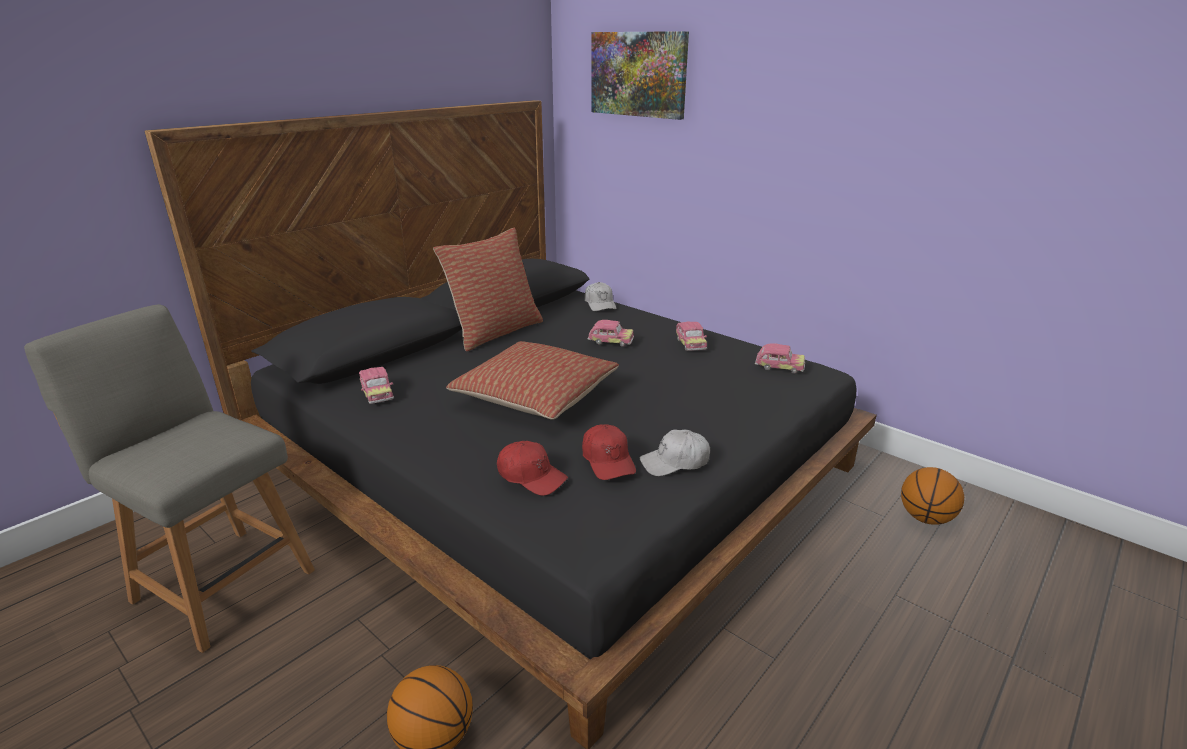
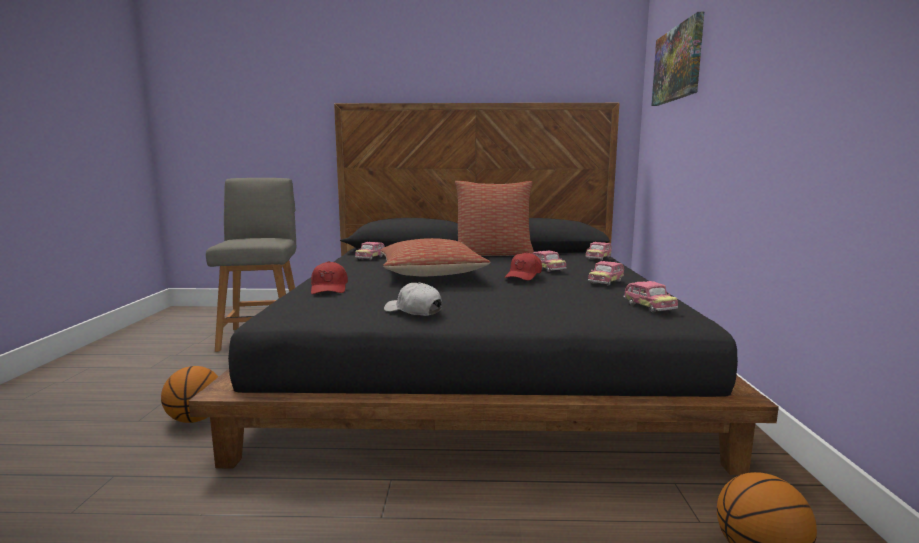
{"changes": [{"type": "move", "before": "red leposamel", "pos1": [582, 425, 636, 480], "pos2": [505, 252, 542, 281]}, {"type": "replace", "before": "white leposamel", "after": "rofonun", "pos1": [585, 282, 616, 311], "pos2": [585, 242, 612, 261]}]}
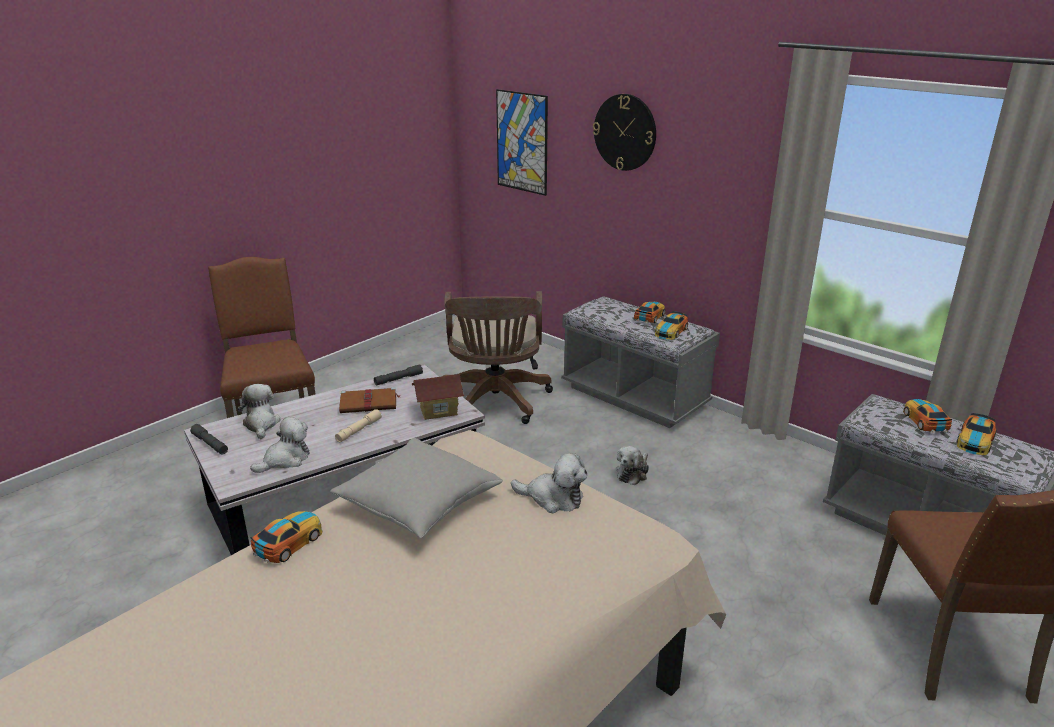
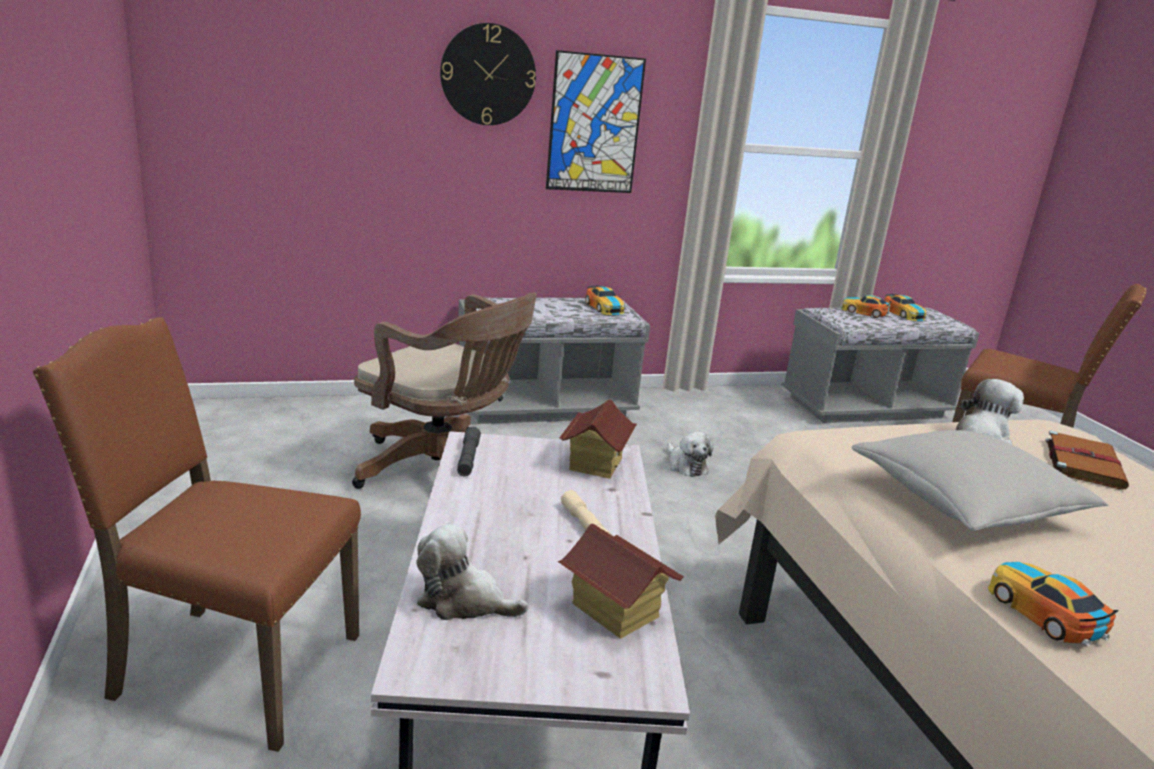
{"changes": [{"type": "move", "before": "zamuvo", "pos1": [496, 89, 548, 196], "pos2": [546, 50, 646, 193]}, {"type": "replace", "before": "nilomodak", "after": "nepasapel", "pos1": [250, 417, 309, 473], "pos2": [557, 524, 684, 639]}, {"type": "move", "before": "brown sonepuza", "pos1": [339, 387, 401, 413], "pos2": [1046, 431, 1129, 489]}, {"type": "delete", "before": "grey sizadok", "pos1": [190, 424, 228, 454]}, {"type": "delete", "before": "rofonun", "pos1": [634, 302, 666, 323]}]}
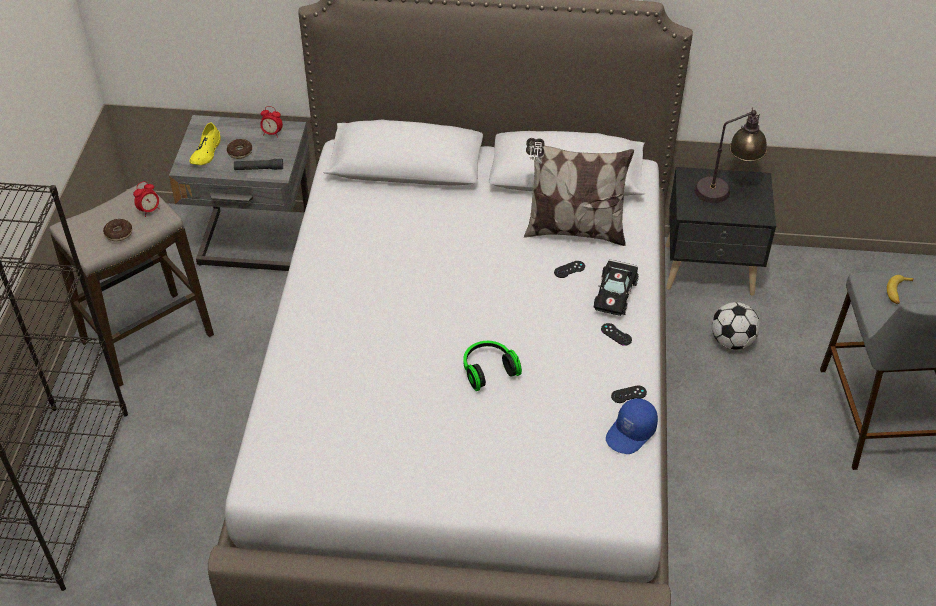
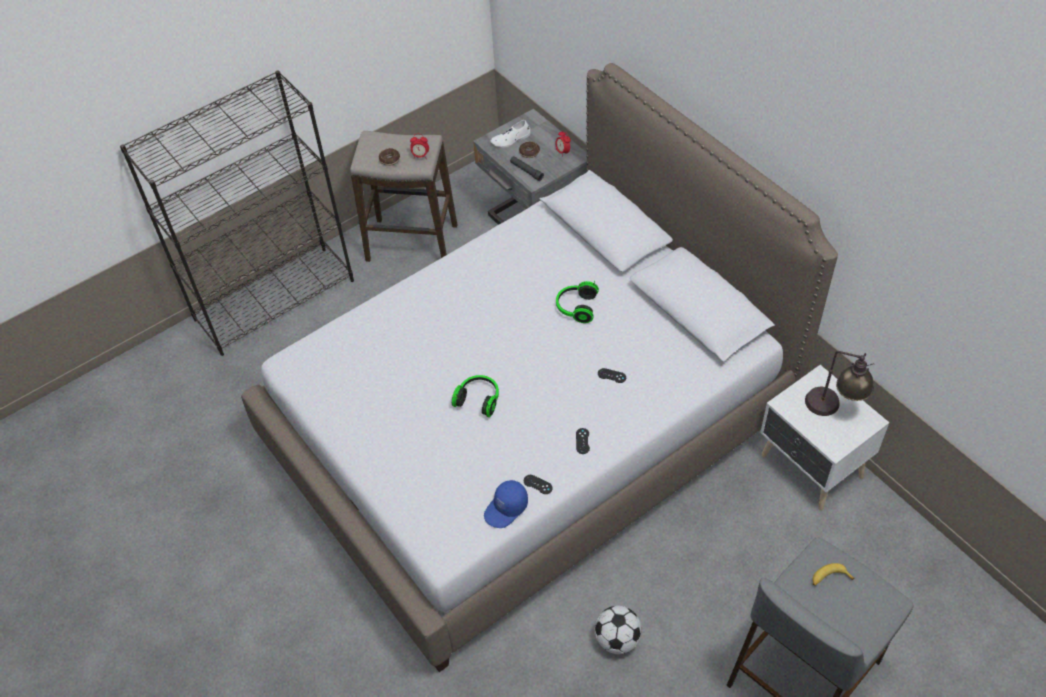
{"changes": [{"type": "rotate", "before": "blue leposamel", "pos1": [606, 398, 658, 454], "pos2": [484, 480, 528, 528], "turn": -45}, {"type": "recolor", "before": "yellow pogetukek", "after": "white pogetukek", "pos1": [190, 122, 221, 165], "pos2": [490, 120, 531, 148]}, {"type": "insert", "after": "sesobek", "pos2": [556, 280, 599, 323]}, {"type": "move", "before": "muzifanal", "pos1": [712, 302, 760, 350], "pos2": [594, 606, 642, 654]}, {"type": "recolor", "before": "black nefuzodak", "after": "white nefuzodak", "pos1": [666, 167, 776, 296], "pos2": [760, 365, 889, 510]}, {"type": "delete", "before": "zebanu", "pos1": [524, 138, 634, 246]}, {"type": "delete", "before": "black rofonun", "pos1": [594, 260, 639, 316]}]}
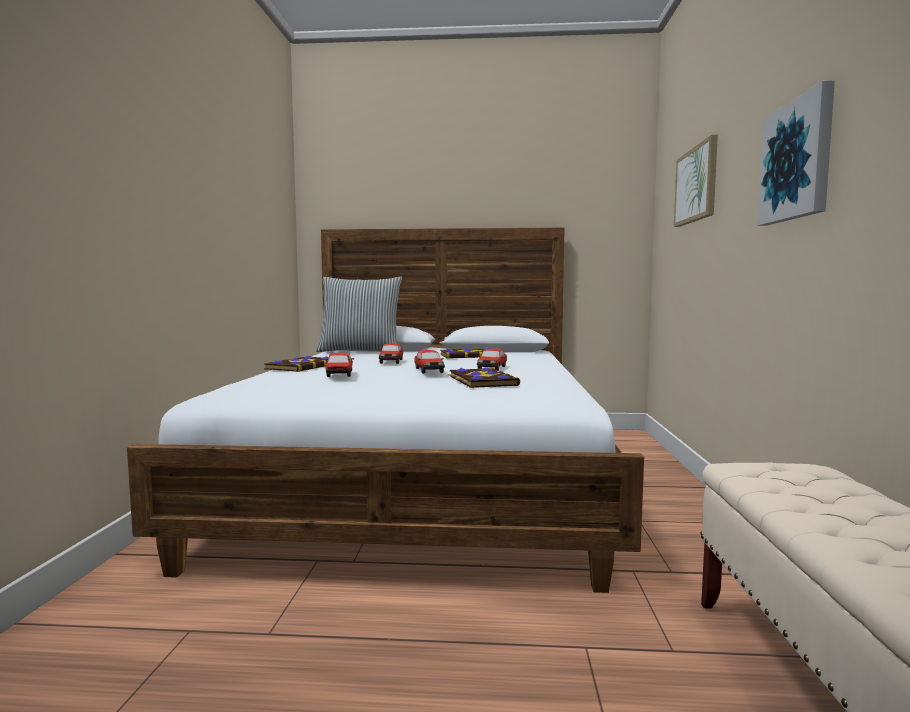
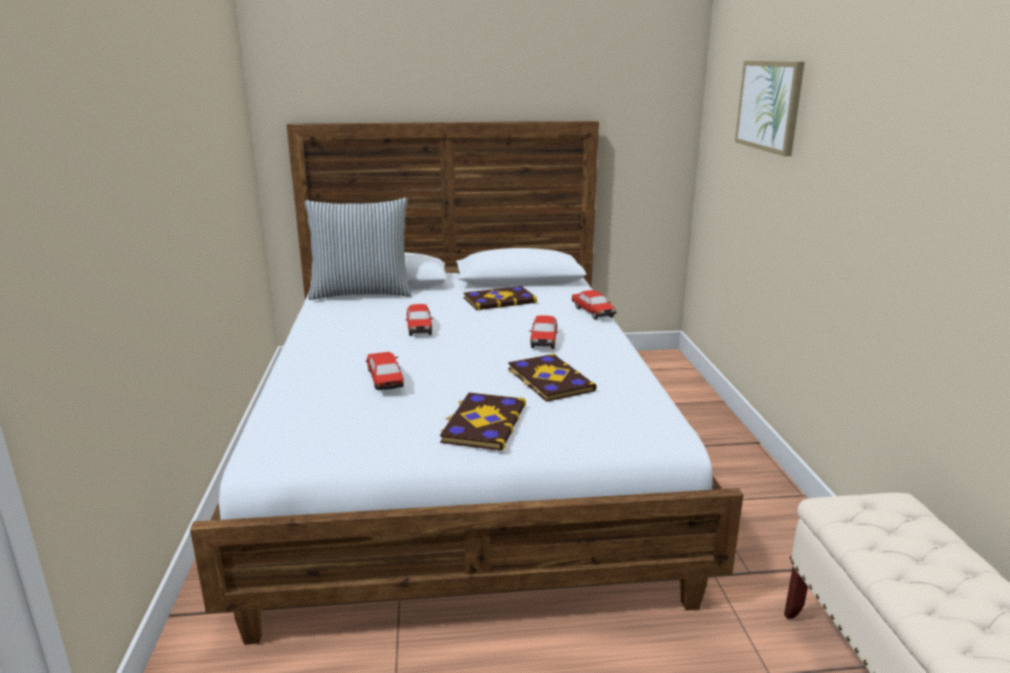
{"changes": [{"type": "move", "before": "sonepuza", "pos1": [264, 355, 329, 372], "pos2": [440, 392, 526, 451]}, {"type": "move", "before": "rofonun", "pos1": [414, 350, 445, 374], "pos2": [572, 290, 616, 320]}, {"type": "delete", "before": "zamuvo", "pos1": [757, 81, 835, 226]}]}
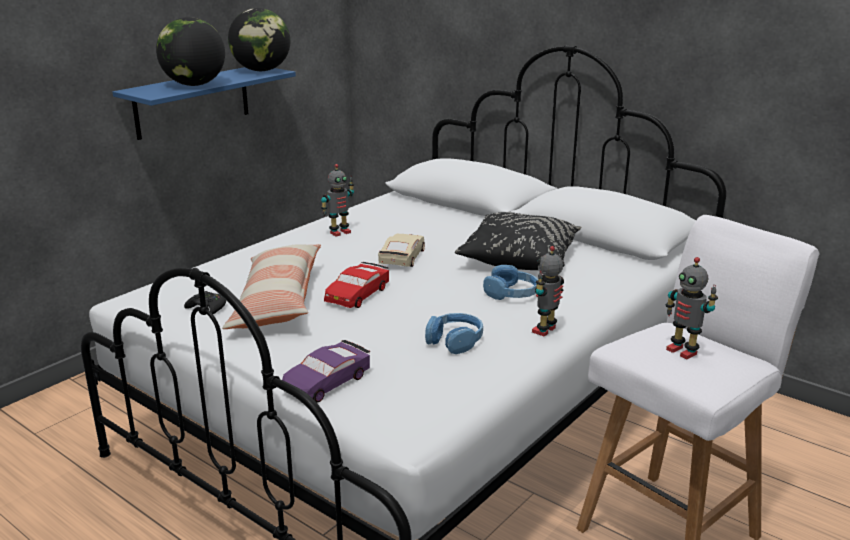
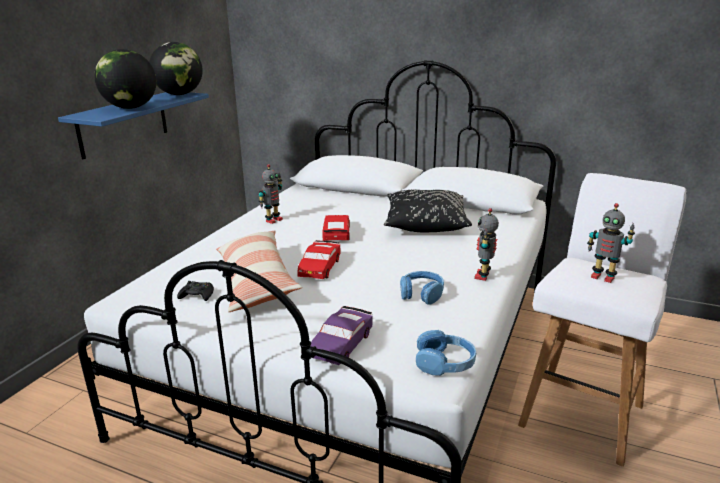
{"changes": [{"type": "recolor", "before": "beige rofonun", "after": "red rofonun", "pos1": [378, 234, 425, 267], "pos2": [322, 215, 350, 241]}, {"type": "move", "before": "blue sesobek", "pos1": [483, 265, 538, 300], "pos2": [416, 330, 476, 376]}]}
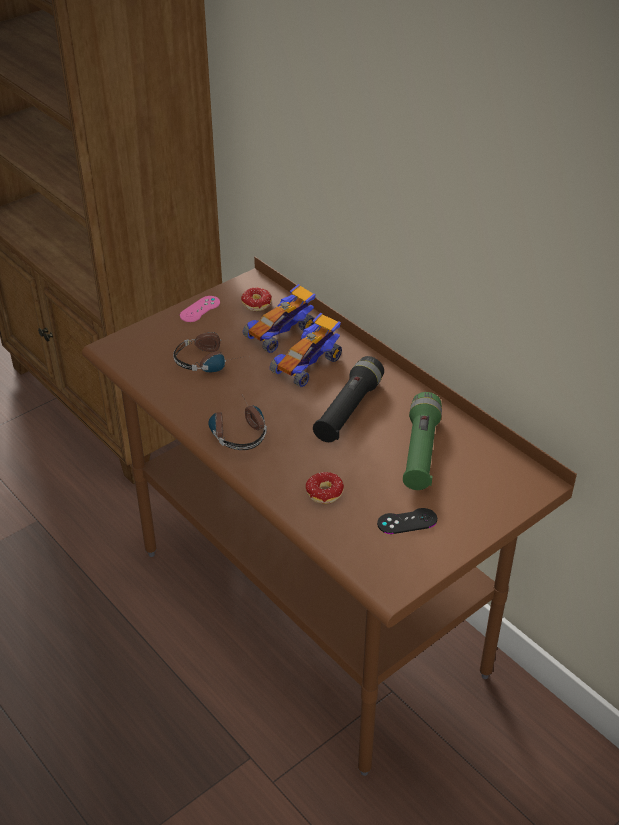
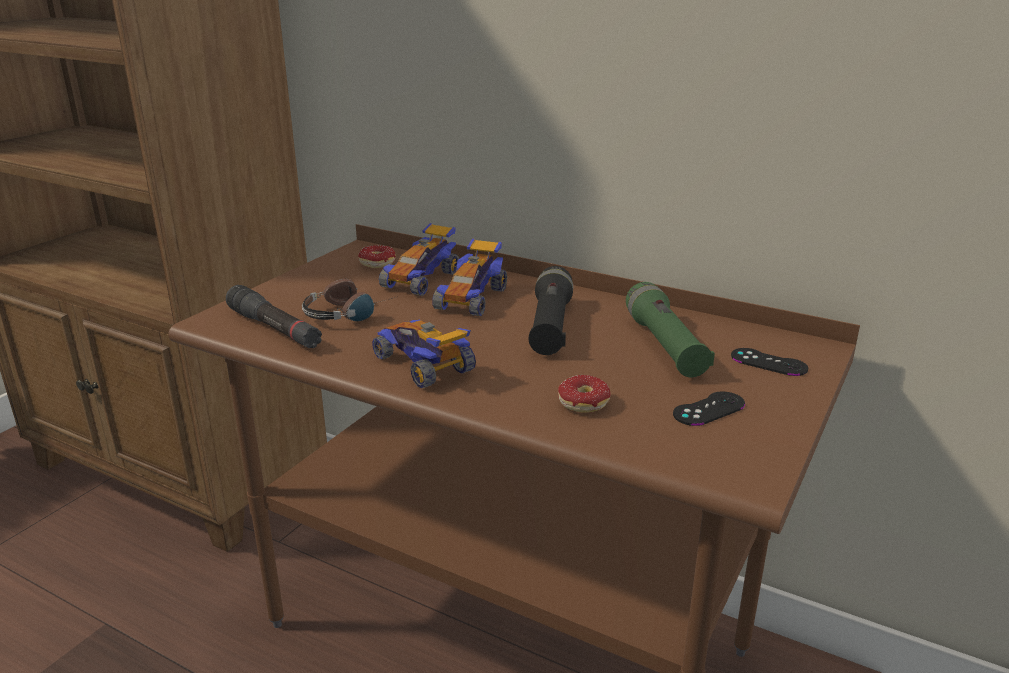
{"changes": [{"type": "insert", "after": "black sizadok", "pos2": [226, 285, 322, 348]}, {"type": "replace", "before": "sesobek", "after": "rofonun", "pos1": [208, 395, 267, 450], "pos2": [372, 320, 476, 388]}, {"type": "insert", "after": "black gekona", "pos2": [731, 348, 808, 376]}, {"type": "delete", "before": "pink gekona", "pos1": [180, 296, 220, 322]}]}
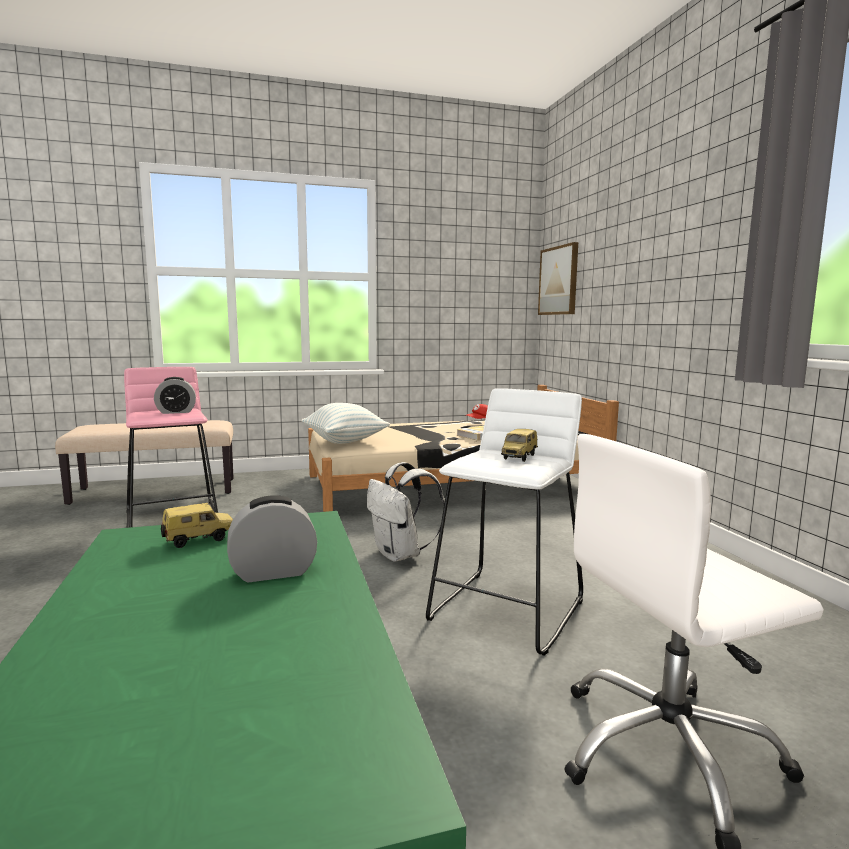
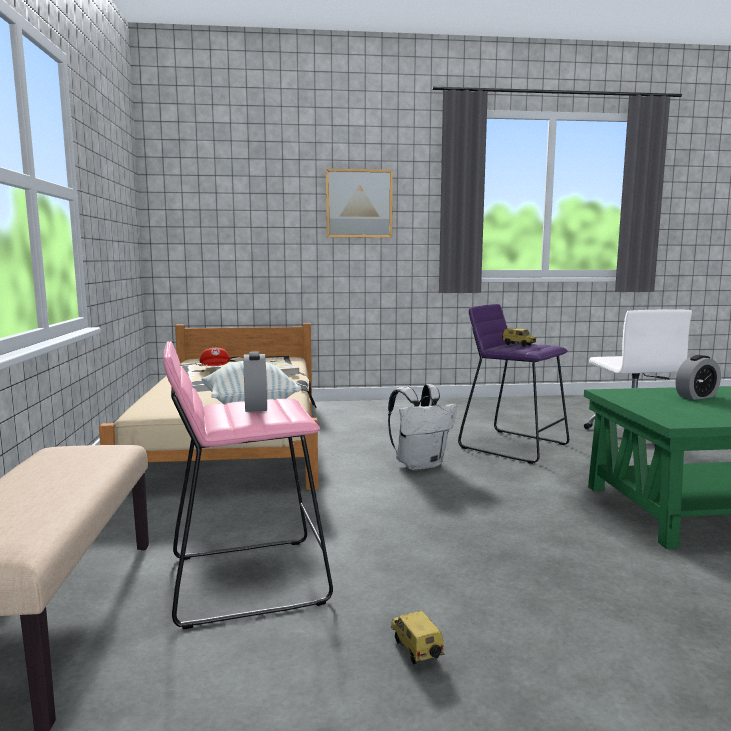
{"changes": [{"type": "move", "before": "zamuvo", "pos1": [538, 242, 578, 315], "pos2": [326, 169, 393, 238]}, {"type": "move", "before": "rofonun", "pos1": [161, 503, 233, 548], "pos2": [391, 611, 444, 664]}, {"type": "recolor", "before": "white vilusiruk", "after": "purple vilusiruk", "pos1": [426, 388, 583, 656], "pos2": [458, 304, 569, 464]}, {"type": "rotate", "before": "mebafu", "pos1": [227, 495, 317, 582], "pos2": [676, 355, 721, 400], "turn": -105}]}
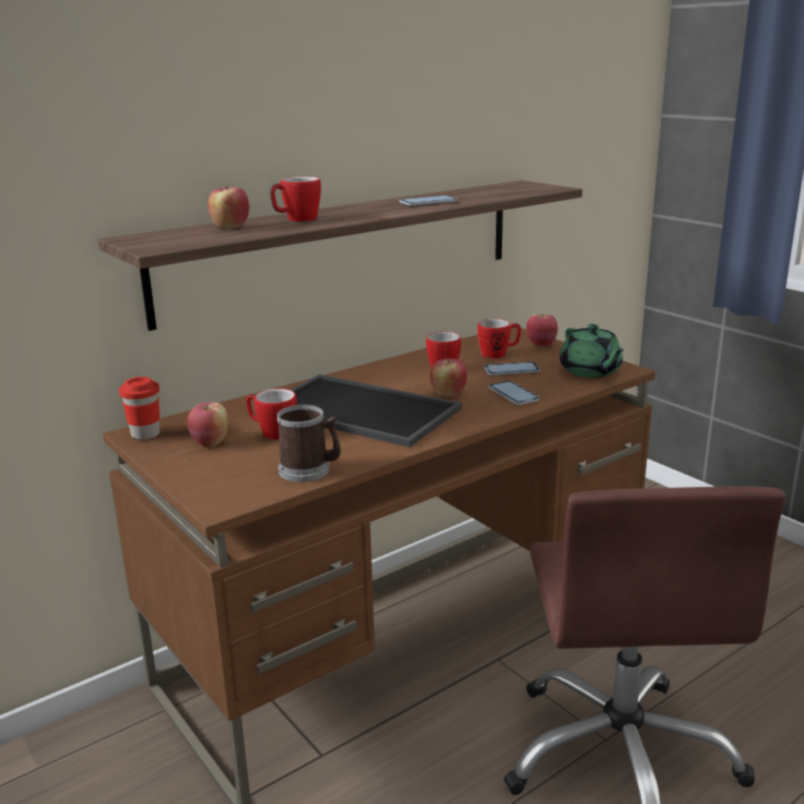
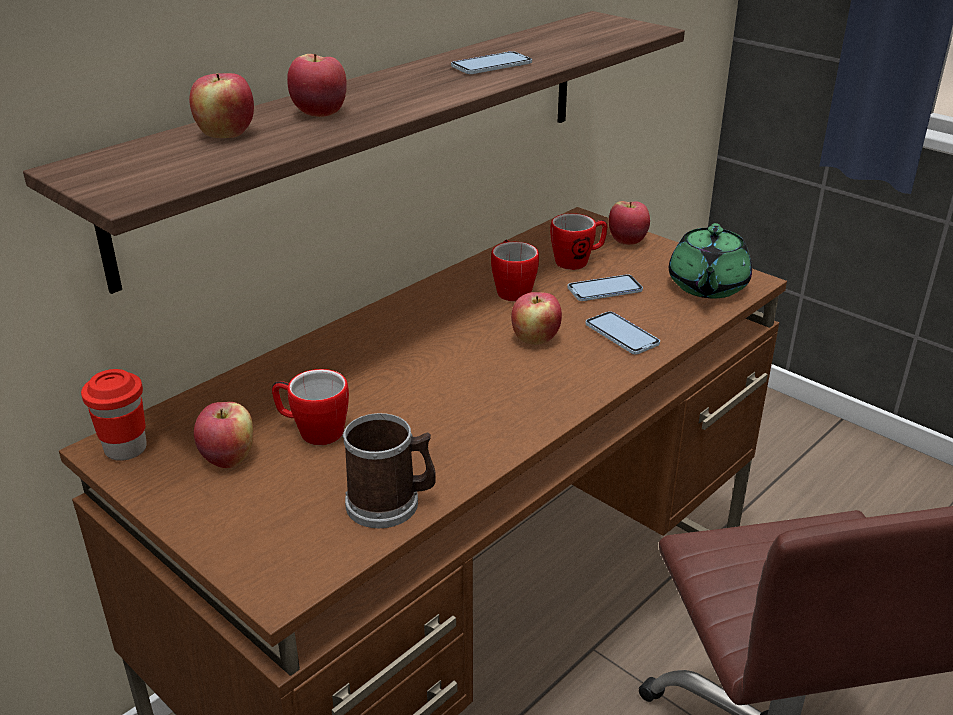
{"changes": [{"type": "replace", "before": "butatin", "after": "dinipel", "pos1": [270, 177, 321, 222], "pos2": [287, 54, 347, 117]}, {"type": "rotate", "before": "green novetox", "pos1": [559, 324, 624, 378], "pos2": [669, 223, 752, 298], "turn": 45}, {"type": "delete", "before": "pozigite", "pos1": [290, 374, 462, 447]}]}
